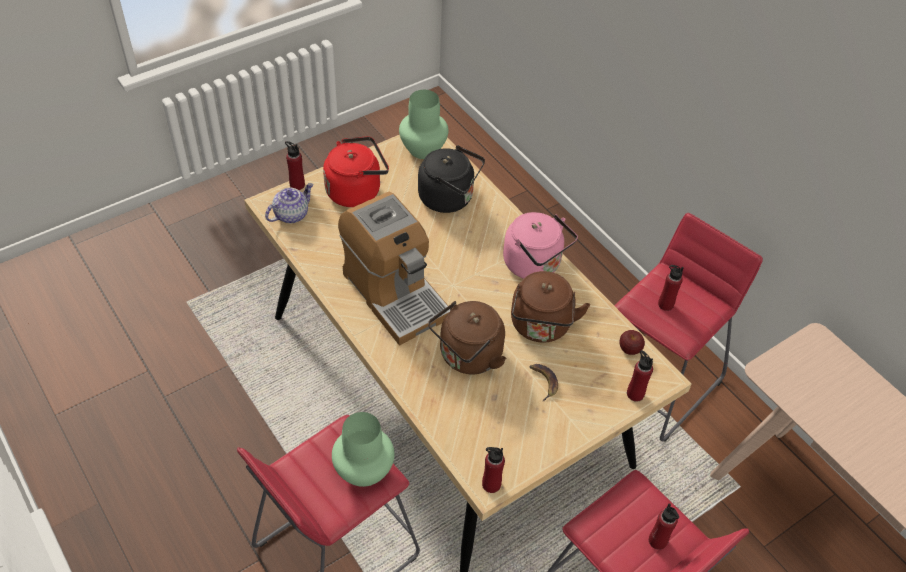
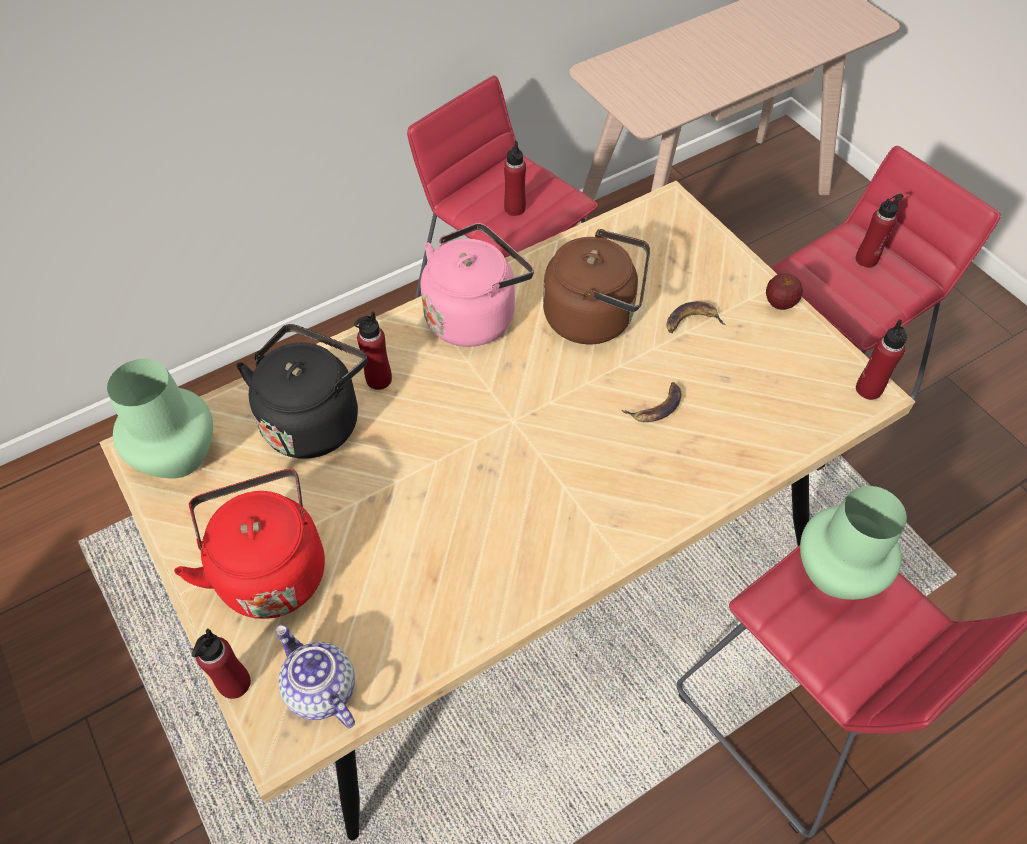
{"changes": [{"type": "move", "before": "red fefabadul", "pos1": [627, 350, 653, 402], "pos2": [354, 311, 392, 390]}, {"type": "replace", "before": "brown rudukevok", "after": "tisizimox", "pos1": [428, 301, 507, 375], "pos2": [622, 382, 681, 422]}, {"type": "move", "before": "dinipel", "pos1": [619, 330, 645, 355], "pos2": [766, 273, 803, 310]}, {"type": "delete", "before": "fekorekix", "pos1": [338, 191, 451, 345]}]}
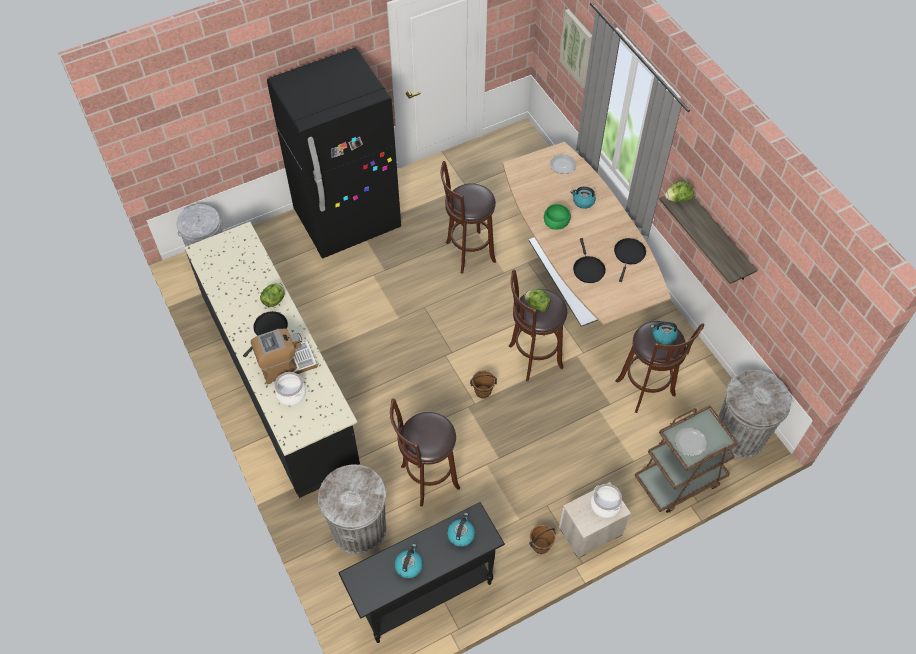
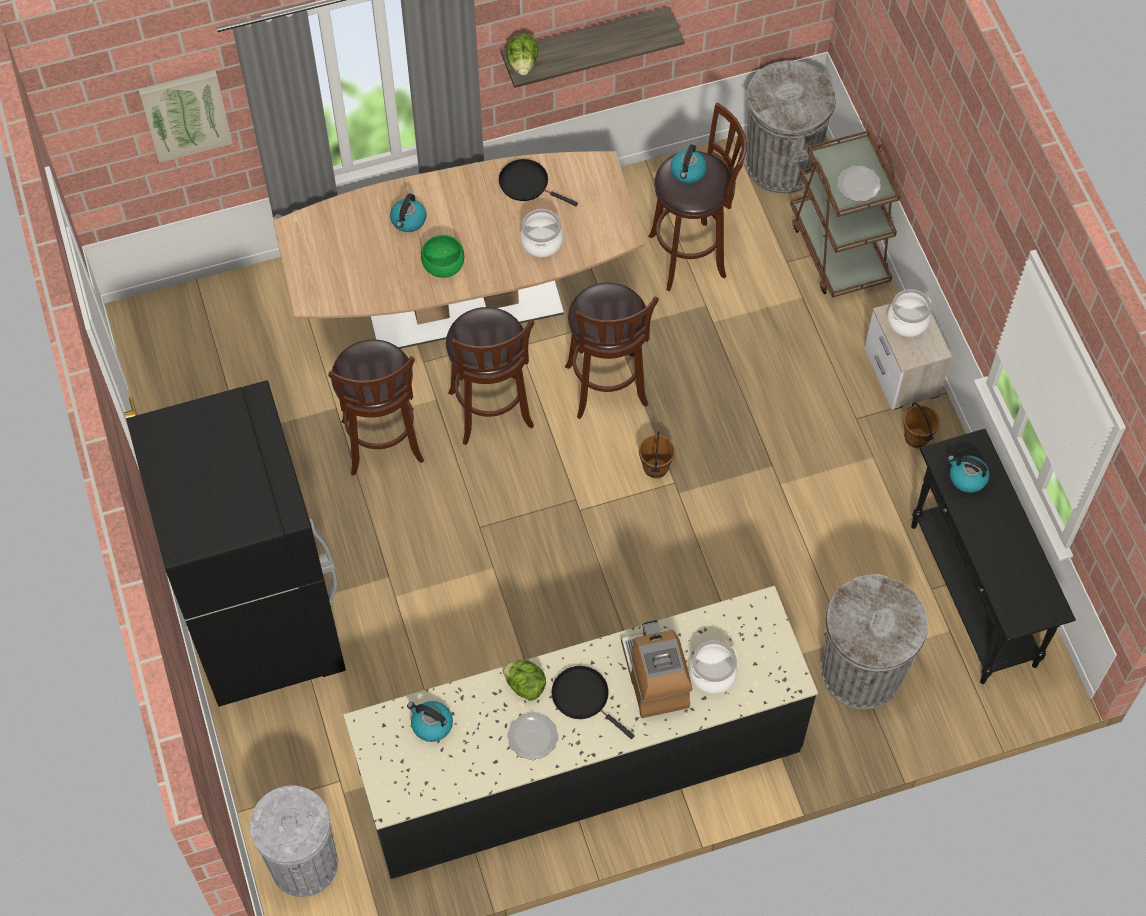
{"changes": [{"type": "move", "before": "rudukevok", "pos1": [394, 544, 423, 578], "pos2": [407, 701, 453, 742]}, {"type": "move", "before": "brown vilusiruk", "pos1": [390, 398, 460, 507], "pos2": [446, 307, 534, 445]}, {"type": "move", "before": "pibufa", "pos1": [550, 154, 576, 174], "pos2": [507, 712, 558, 760]}, {"type": "replace", "before": "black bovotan", "after": "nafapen", "pos1": [573, 238, 606, 283], "pos2": [520, 209, 563, 257]}, {"type": "delete", "before": "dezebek", "pos1": [524, 289, 551, 312]}]}
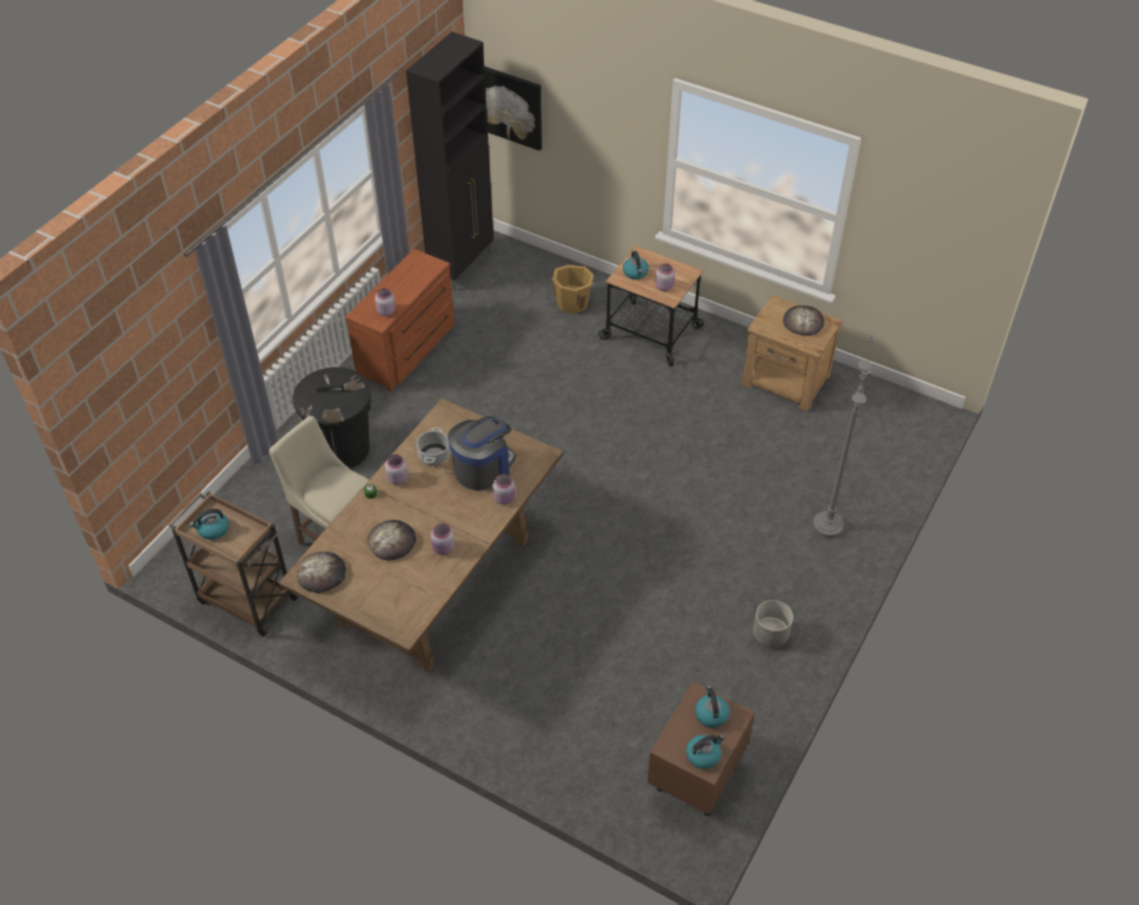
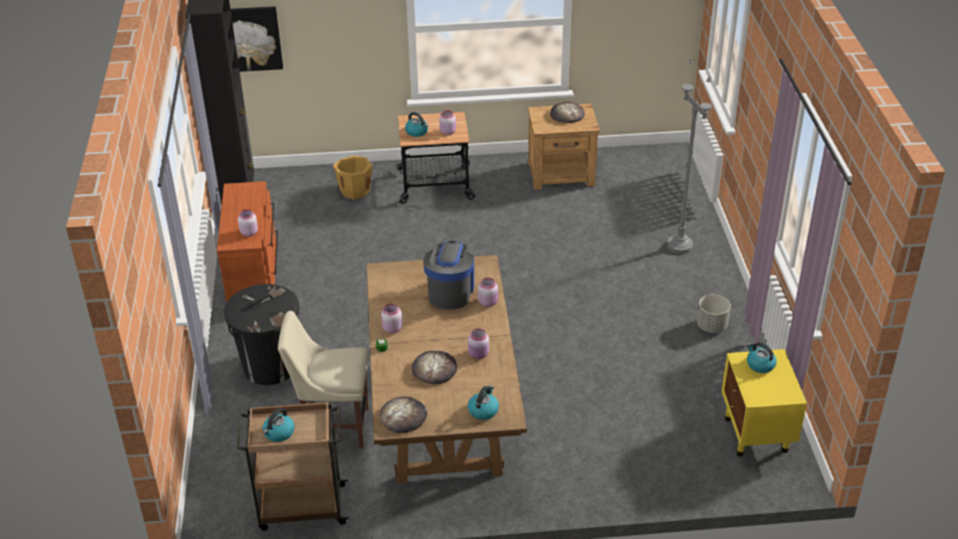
{"changes": [{"type": "move", "before": "rudukevok", "pos1": [686, 734, 725, 769], "pos2": [468, 385, 499, 420]}, {"type": "recolor", "before": "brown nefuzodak", "after": "yellow nefuzodak", "pos1": [647, 682, 755, 816], "pos2": [722, 349, 807, 456]}, {"type": "delete", "before": "nafapen", "pos1": [416, 427, 450, 466]}]}
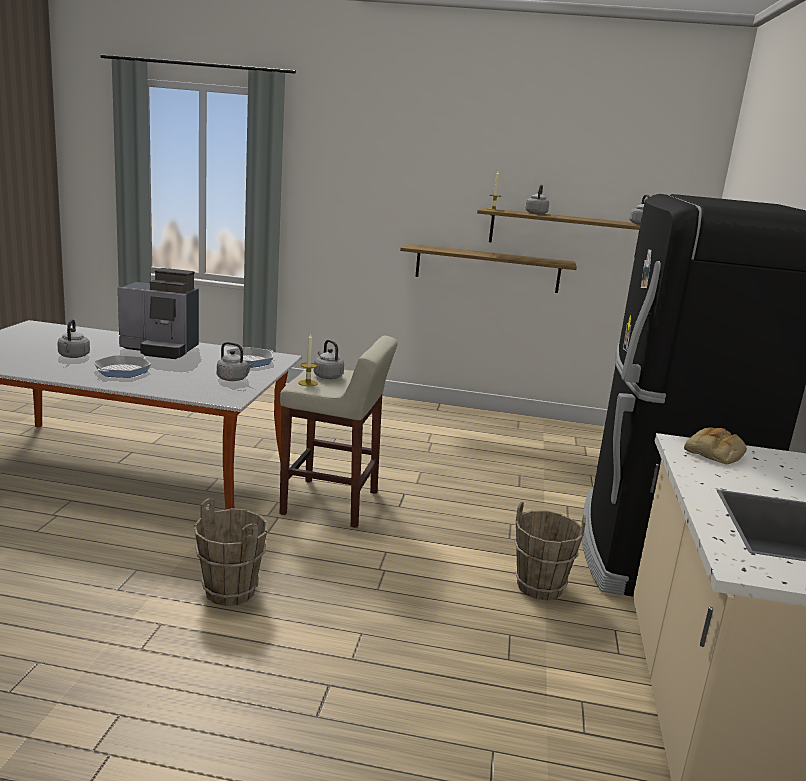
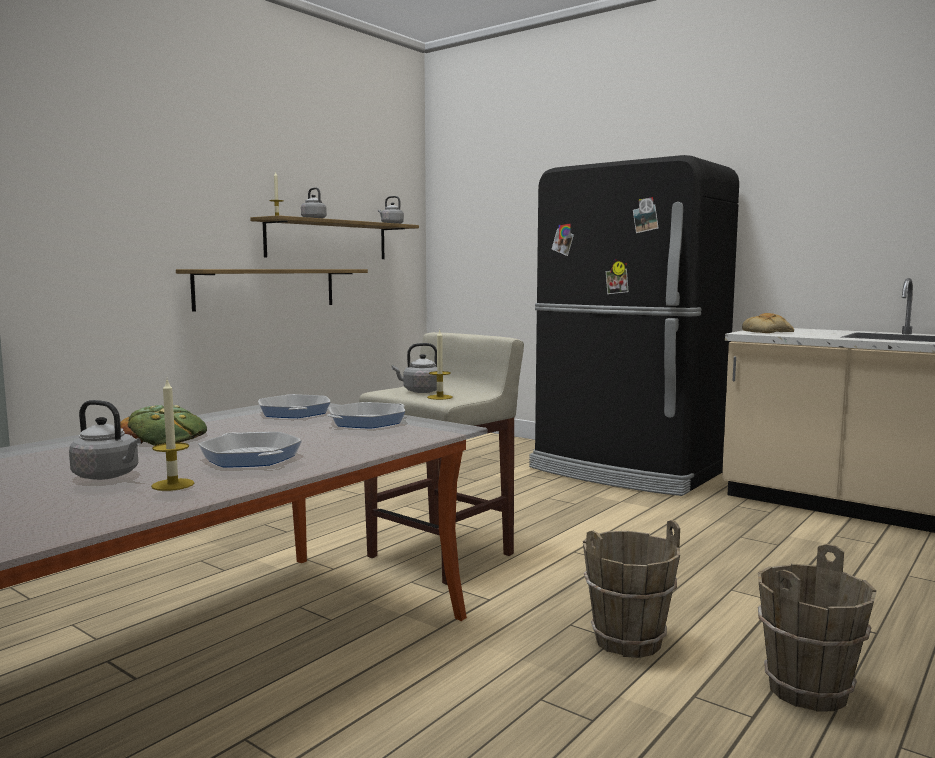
{"changes": [{"type": "replace", "before": "fekorekix", "after": "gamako", "pos1": [118, 268, 199, 359], "pos2": [120, 405, 207, 446]}, {"type": "insert", "after": "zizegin", "pos2": [151, 380, 194, 491]}, {"type": "replace", "before": "grey rudukevok", "after": "bovotan", "pos1": [217, 342, 254, 381], "pos2": [327, 402, 405, 429]}, {"type": "move", "before": "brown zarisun", "pos1": [514, 502, 586, 600], "pos2": [758, 544, 876, 712]}]}
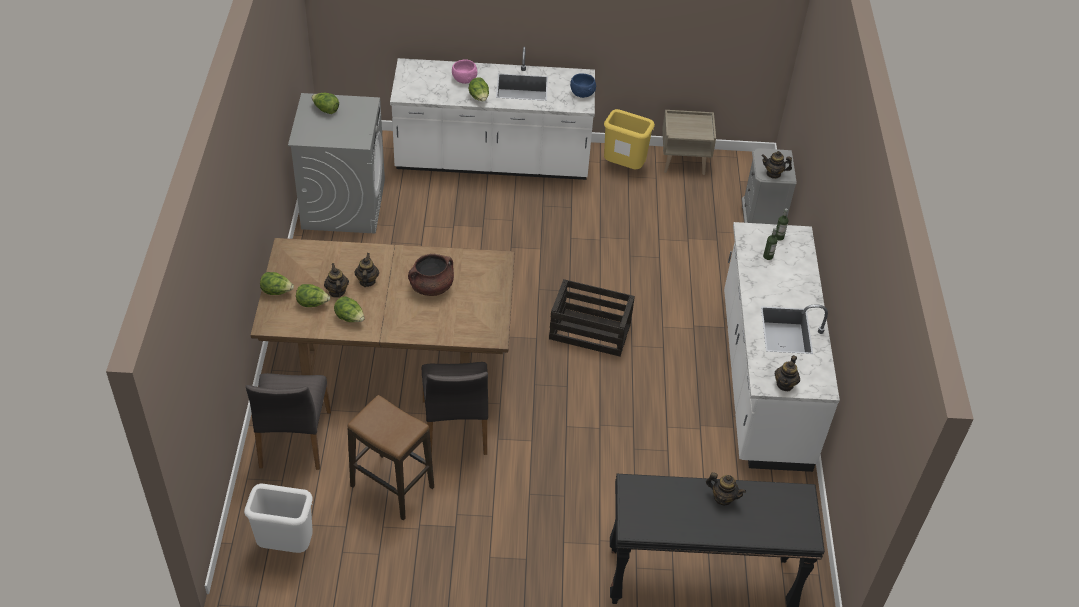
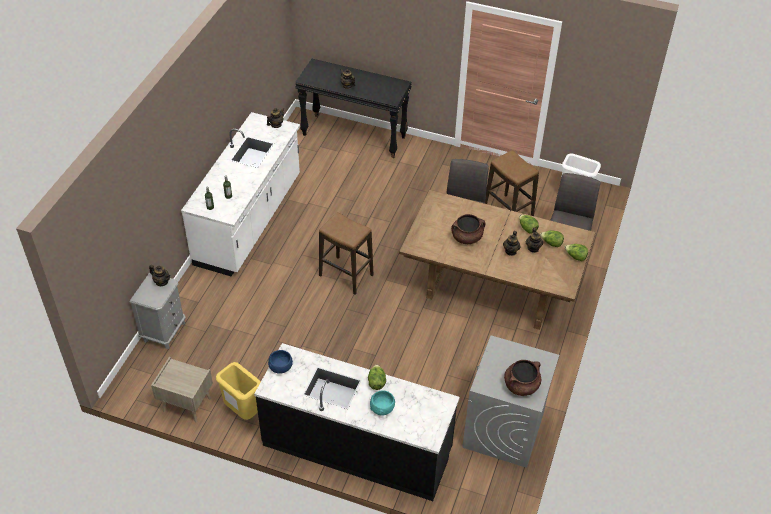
{"changes": [{"type": "recolor", "before": "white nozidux", "after": "black nozidux", "pos1": [390, 46, 595, 180], "pos2": [254, 343, 460, 501]}, {"type": "replace", "before": "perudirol", "after": "vilusiruk", "pos1": [549, 279, 635, 357], "pos2": [319, 212, 374, 295]}, {"type": "recolor", "before": "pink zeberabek", "after": "turquoise zeberabek", "pos1": [452, 59, 477, 84], "pos2": [370, 391, 395, 415]}, {"type": "replace", "before": "dezebek", "after": "brown nafapen", "pos1": [311, 93, 339, 114], "pos2": [504, 360, 541, 396]}]}
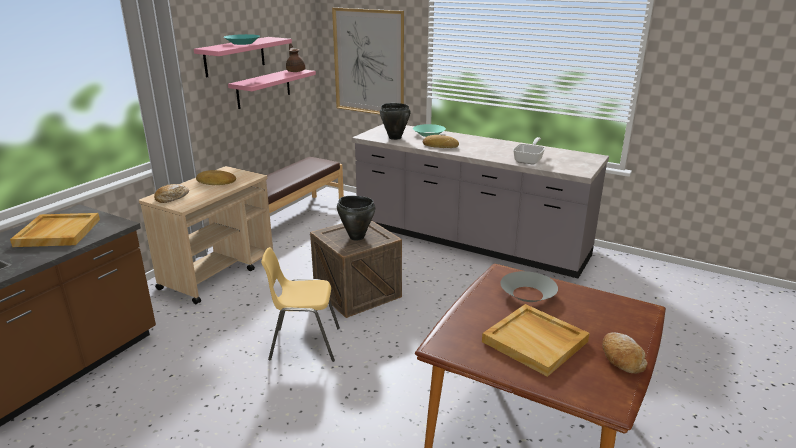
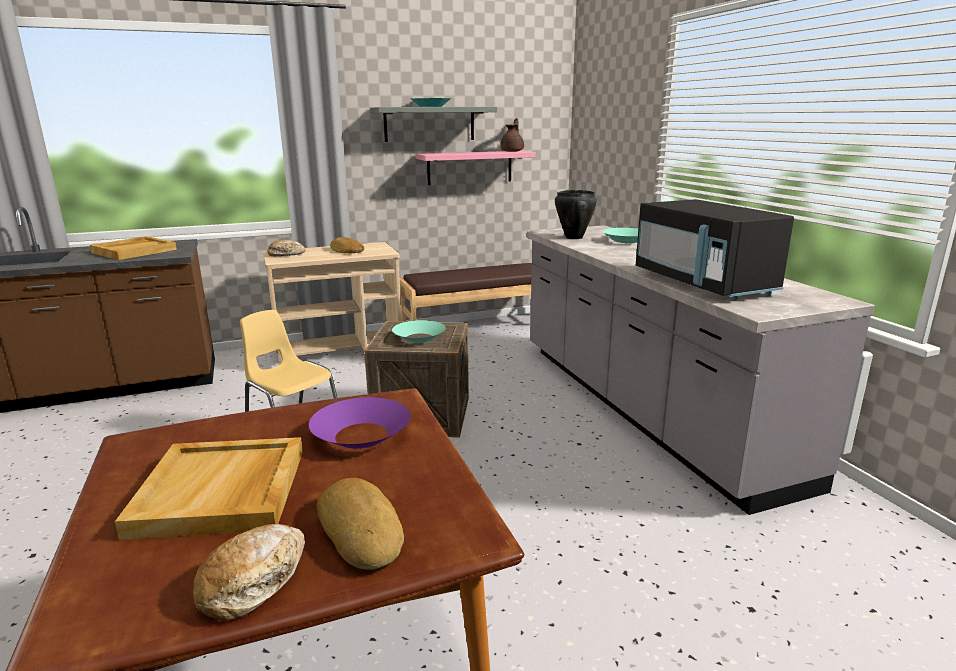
{"changes": [{"type": "recolor", "before": "grey zeberabek", "after": "purple zeberabek", "pos1": [500, 271, 558, 302], "pos2": [309, 397, 410, 449]}, {"type": "move", "before": "gamako", "pos1": [423, 135, 459, 148], "pos2": [317, 478, 404, 570]}, {"type": "recolor", "before": "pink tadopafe", "after": "grey tadopafe", "pos1": [194, 37, 292, 78], "pos2": [371, 107, 497, 142]}, {"type": "replace", "before": "black nafapen", "after": "turquoise zeberabek", "pos1": [337, 196, 375, 240], "pos2": [392, 320, 446, 343]}, {"type": "replace", "before": "bovotan", "after": "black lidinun", "pos1": [513, 137, 545, 165], "pos2": [636, 199, 794, 301]}, {"type": "delete", "before": "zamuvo", "pos1": [332, 7, 404, 114]}]}
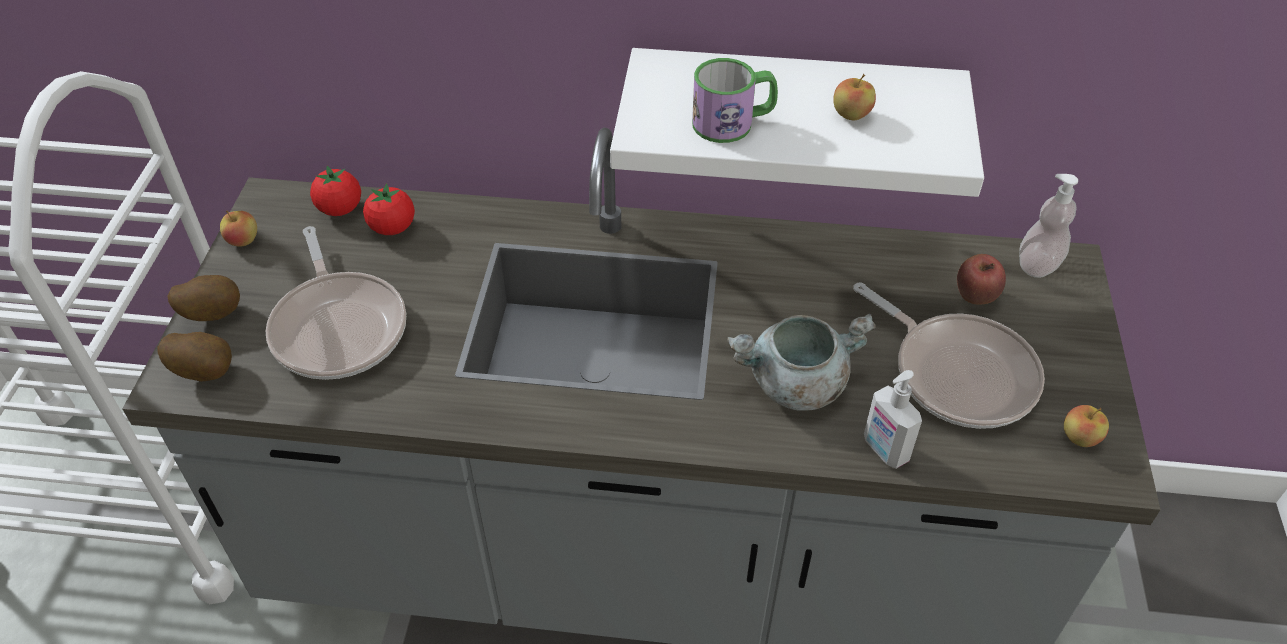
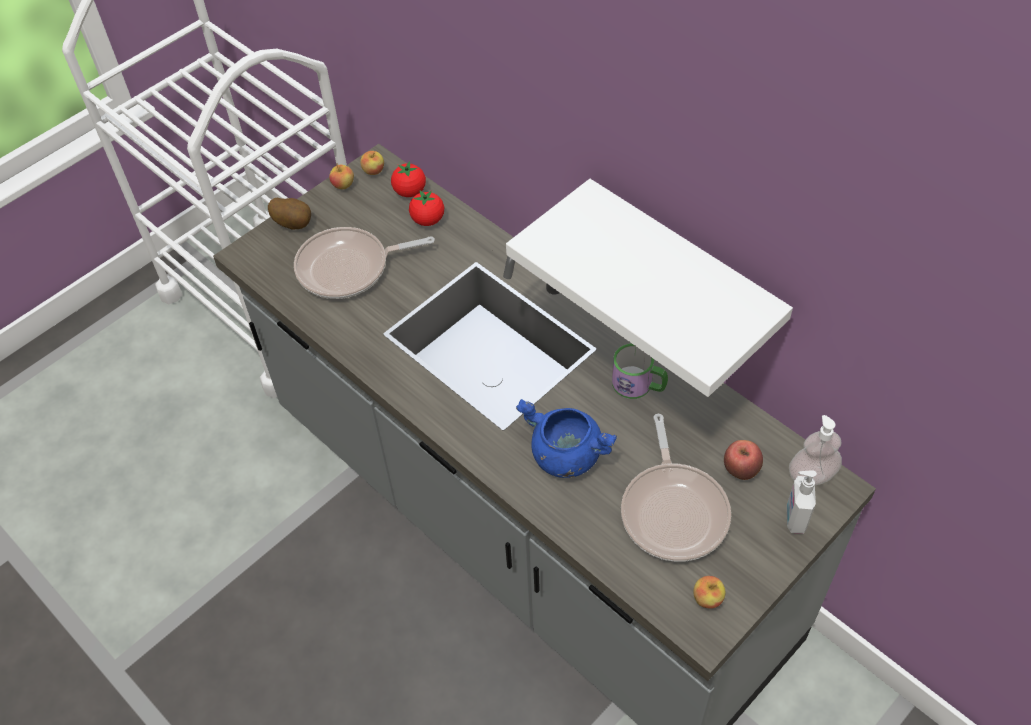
{"changes": [{"type": "rotate", "before": "bovotan", "pos1": [266, 226, 406, 380], "pos2": [294, 227, 435, 299], "turn": 60}, {"type": "move", "before": "dinipel", "pos1": [833, 74, 876, 120], "pos2": [360, 151, 384, 175]}, {"type": "recolor", "before": "grey nafapen", "after": "blue nafapen", "pos1": [727, 314, 876, 411], "pos2": [516, 399, 617, 478]}, {"type": "move", "before": "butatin", "pos1": [692, 58, 778, 143], "pos2": [612, 343, 668, 399]}, {"type": "move", "before": "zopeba", "pos1": [864, 370, 922, 469], "pos2": [786, 470, 817, 534]}, {"type": "delete", "before": "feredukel", "pos1": [157, 332, 232, 382]}]}
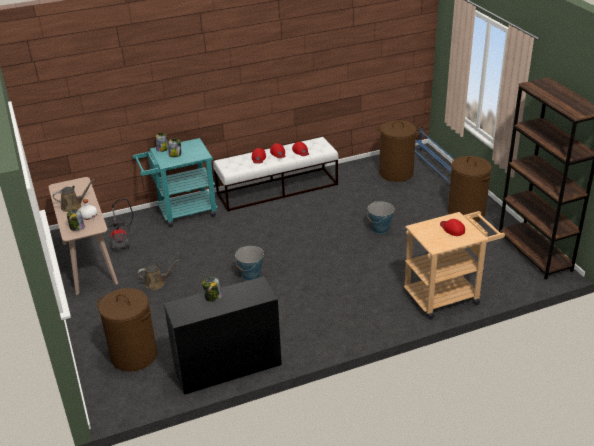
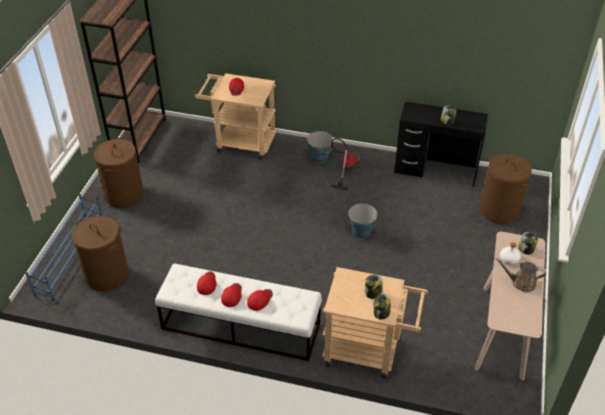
{"changes": [{"type": "move", "before": "zarisun", "pos1": [367, 201, 395, 234], "pos2": [307, 131, 333, 163]}, {"type": "recolor", "before": "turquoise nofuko", "after": "beige nofuko", "pos1": [133, 138, 218, 227], "pos2": [322, 267, 428, 379]}, {"type": "move", "before": "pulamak", "pos1": [107, 199, 133, 252], "pos2": [331, 138, 361, 190]}, {"type": "delete", "before": "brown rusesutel", "pos1": [138, 259, 179, 290]}]}
